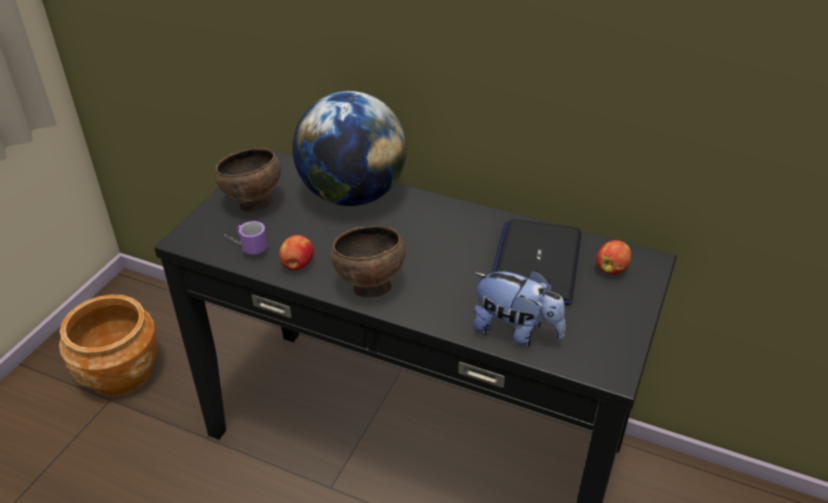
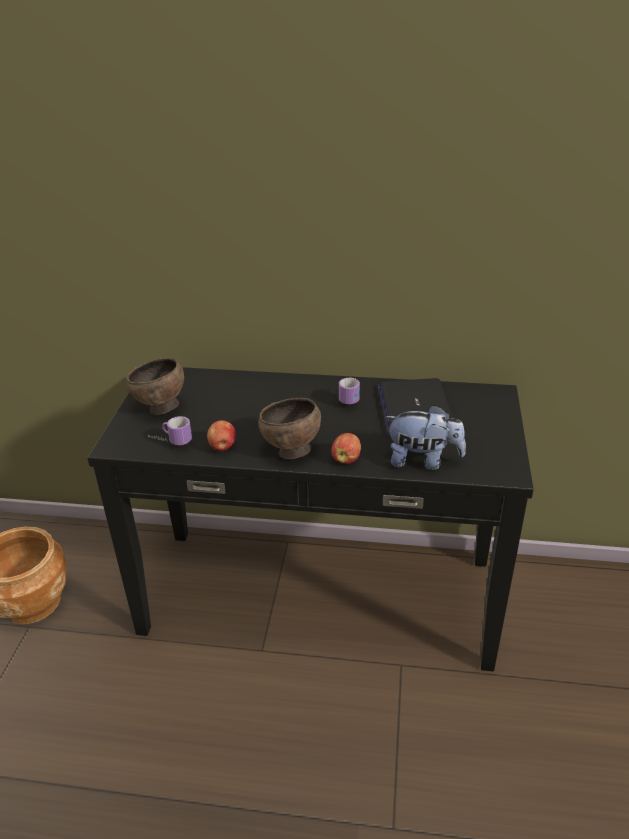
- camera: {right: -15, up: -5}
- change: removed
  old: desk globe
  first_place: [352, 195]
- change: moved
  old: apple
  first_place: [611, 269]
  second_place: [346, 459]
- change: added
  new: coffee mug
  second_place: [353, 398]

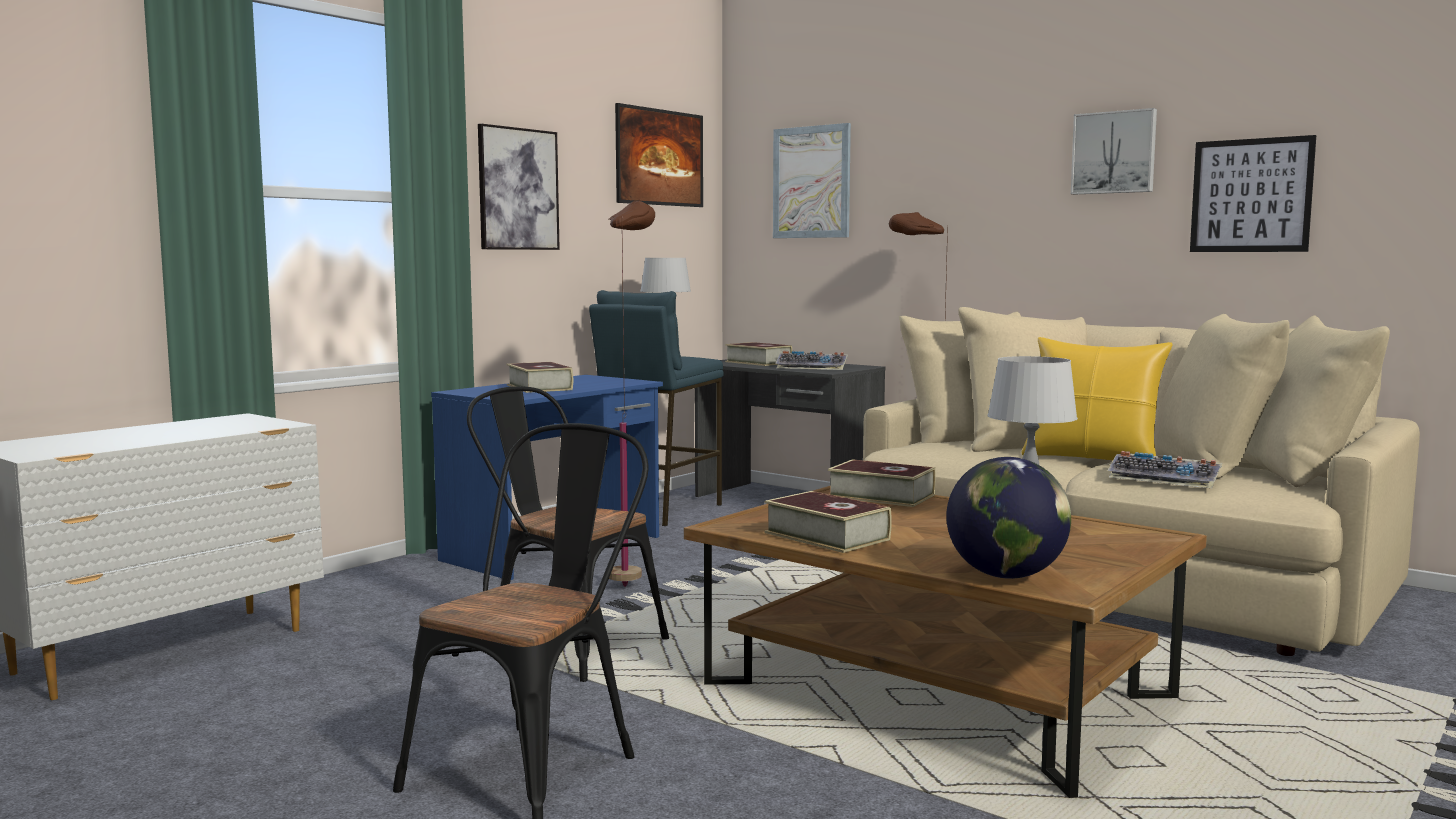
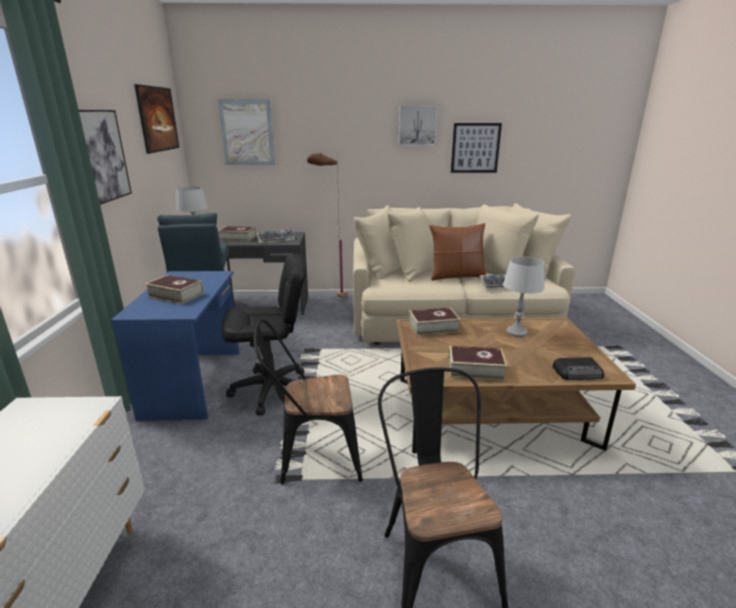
- camera: {right: -40, up: 15}
- change: replaced
  old: standard lamp in brown-coloured
  new: desk chair in black
  first_place: [633, 578]
  second_place: [271, 390]
- change: recoloured
  old: pillow in yellow-coloured
  new: pillow in brown-coloured
  first_place: [1092, 459]
  second_place: [456, 276]
- change: replaced
  old: desk globe
  new: radio
  first_place: [1007, 576]
  second_place: [578, 373]

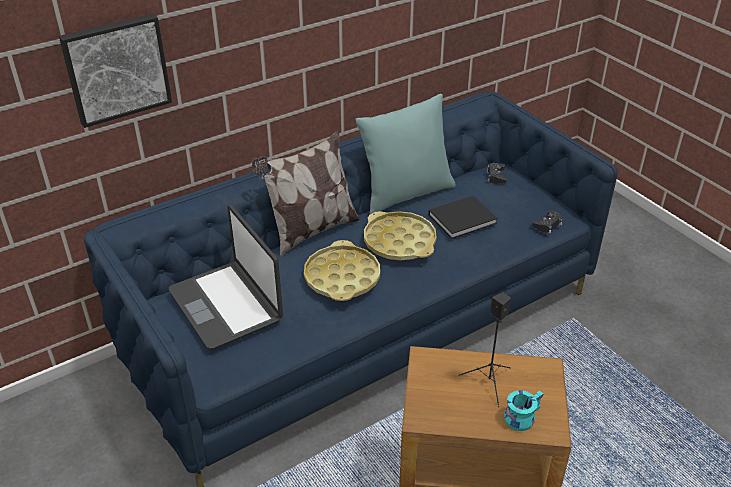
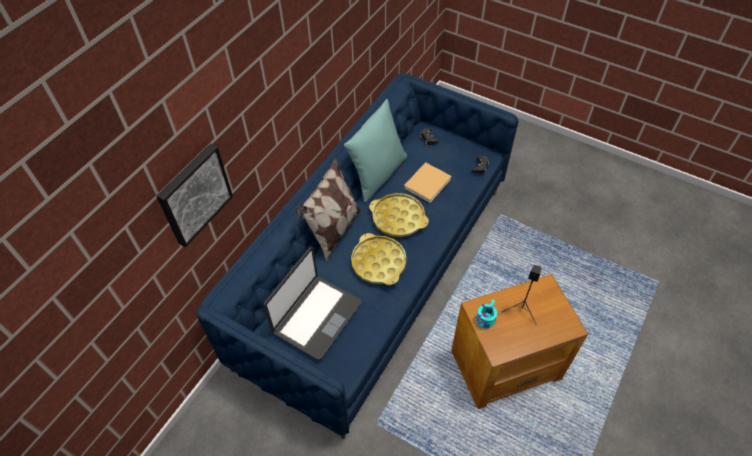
- camera: {right: -25, up: 15}
- change: recoloured
  old: bound book in black
  new: bound book in beige-coloured
  first_place: [464, 218]
  second_place: [428, 182]
- change: turned
  old: notebook computer
  first_place: [227, 305]
  second_place: [316, 317]
  degrees: -90
- change: moved
  old: coffee mug in turquoise-coloured
  first_place: [520, 416]
  second_place: [485, 317]

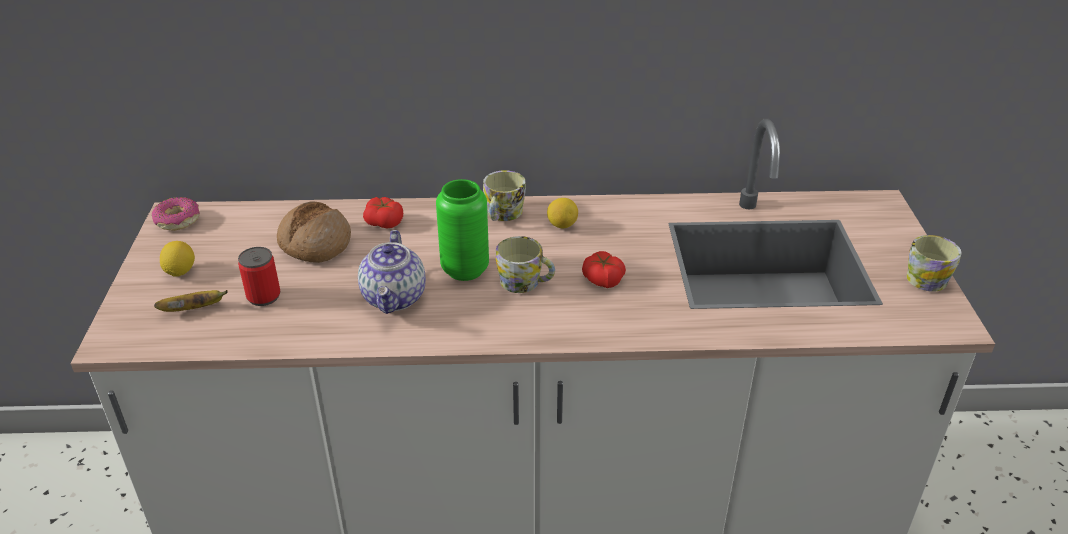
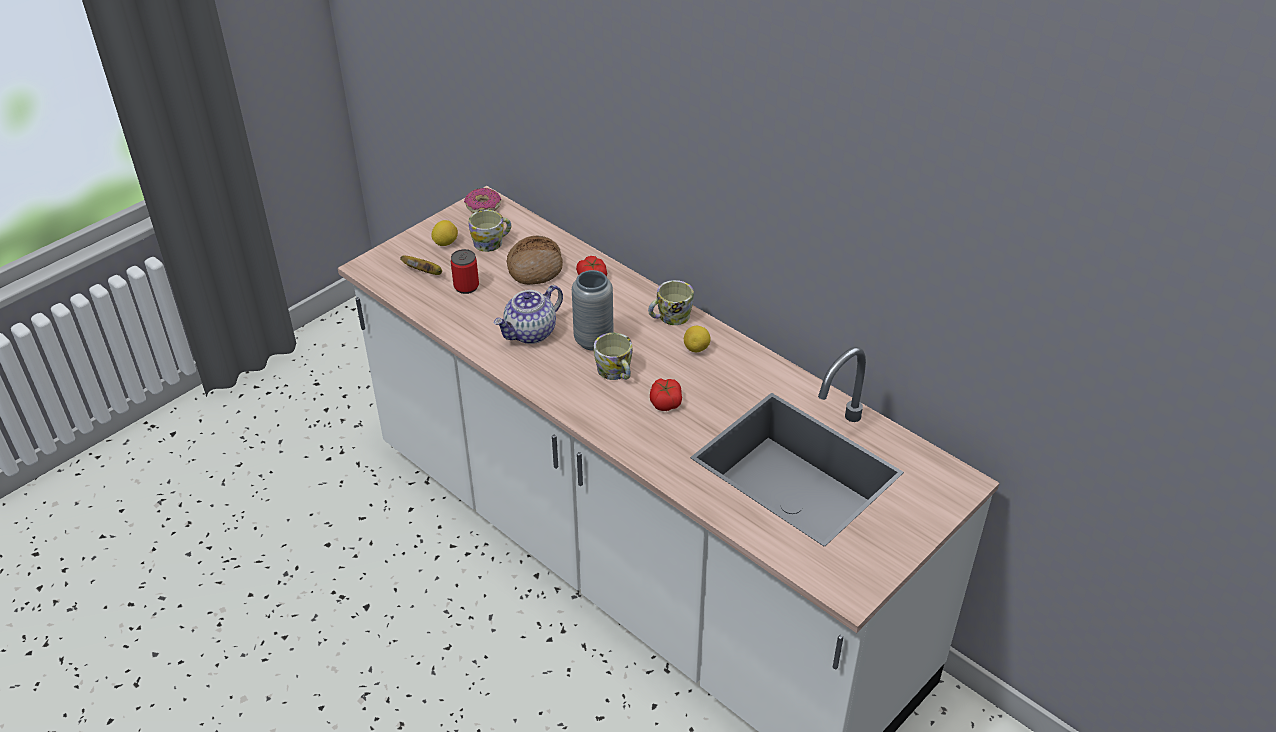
- camera: {right: 45, up: 5}
- change: recoloured
  old: flower vase in green
  new: flower vase in grey
  first_place: [465, 270]
  second_place: [593, 341]
- change: moved
  old: coffee mug
  first_place: [926, 276]
  second_place: [492, 242]

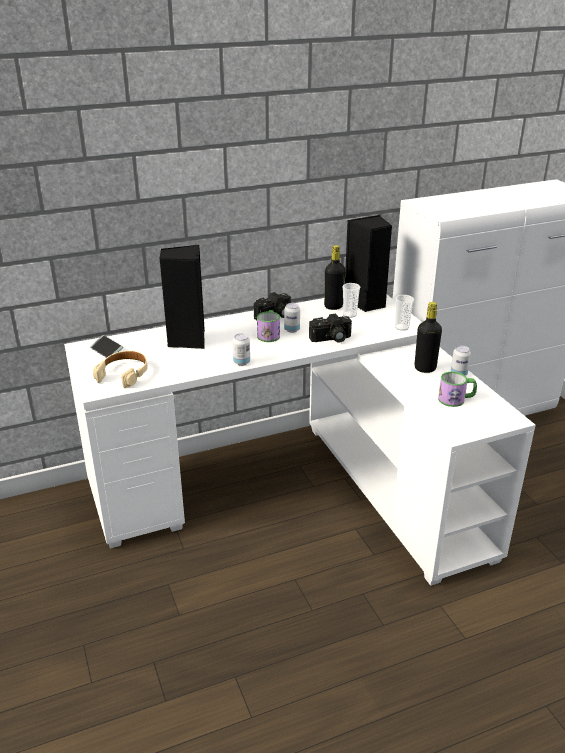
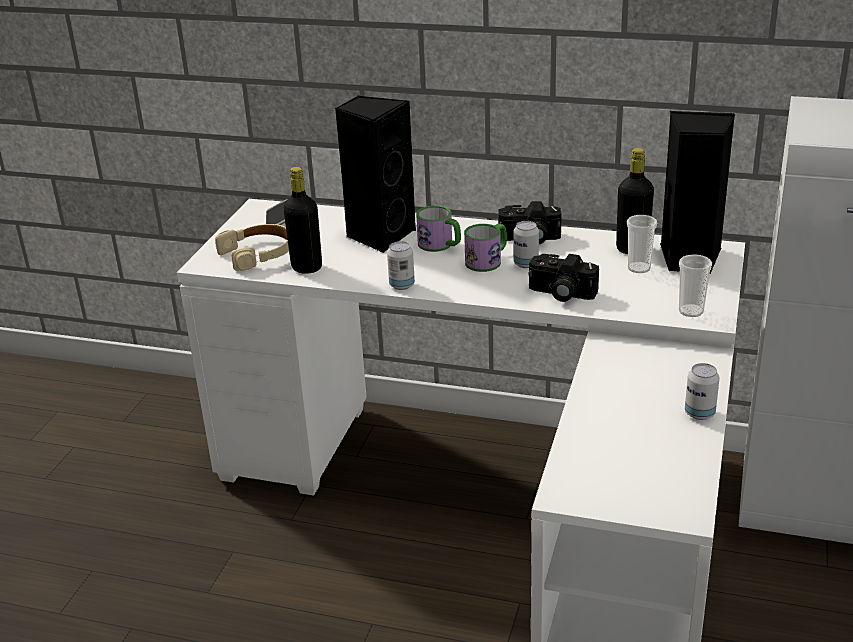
- camera: {right: 40, up: 0}
- change: moved
  old: beverage bottle in black
  first_place: [425, 368]
  second_place: [307, 267]
- change: moved
  old: coffee mug
  first_place: [456, 399]
  second_place: [440, 245]

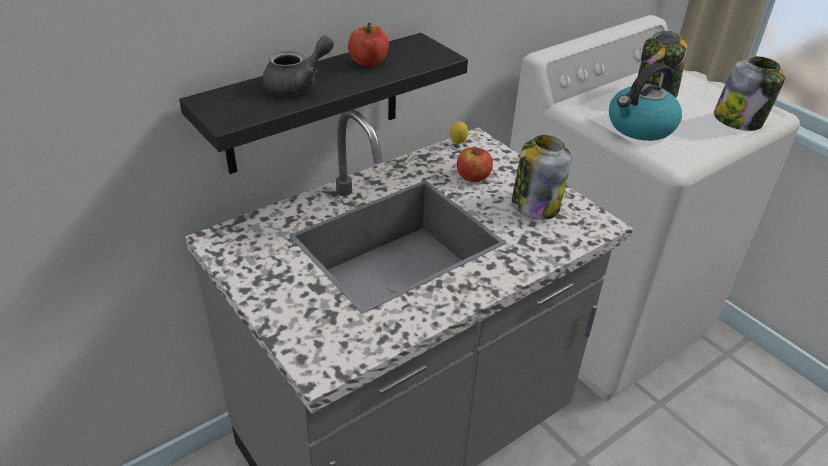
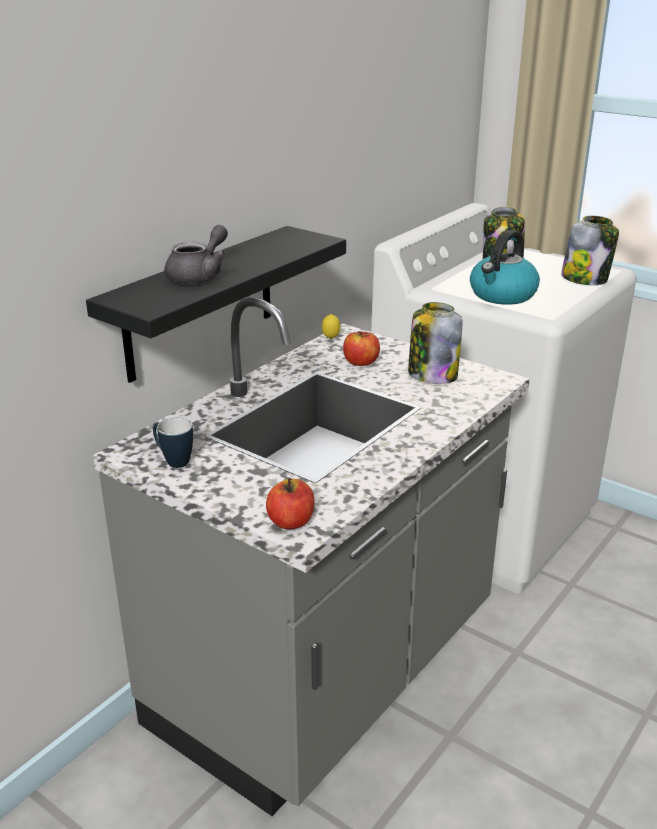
- camera: {right: -15, up: -10}
- change: moved
  old: apple
  first_place: [368, 62]
  second_place: [291, 521]
- change: added
  new: coffee mug
  second_place: [173, 461]

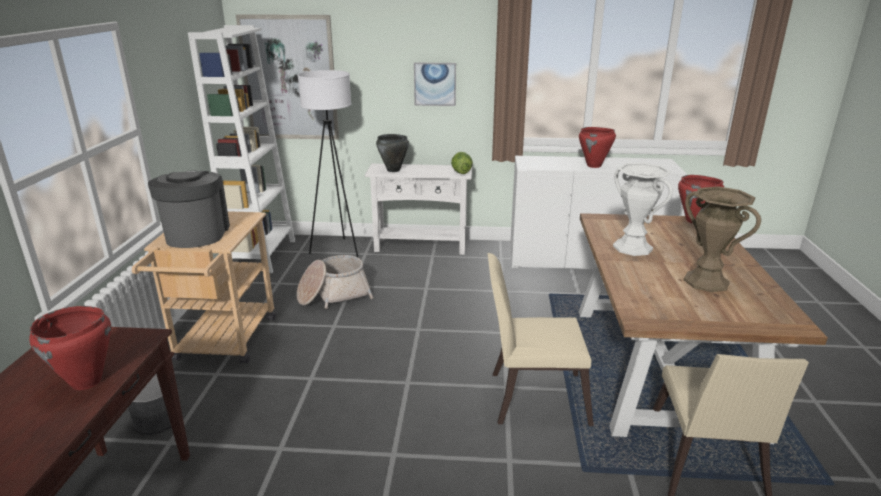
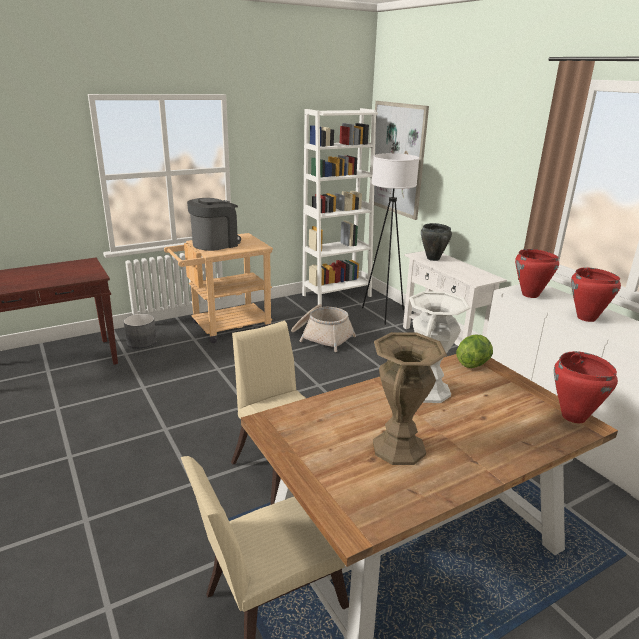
- camera: {right: 55, up: 0}
- change: removed
  old: wall art
  first_place: [435, 84]
- change: moved
  old: lettuce head
  first_place: [461, 172]
  second_place: [473, 364]
- change: moved
  old: saucepot in red-coloured
  first_place: [86, 382]
  second_place: [530, 295]

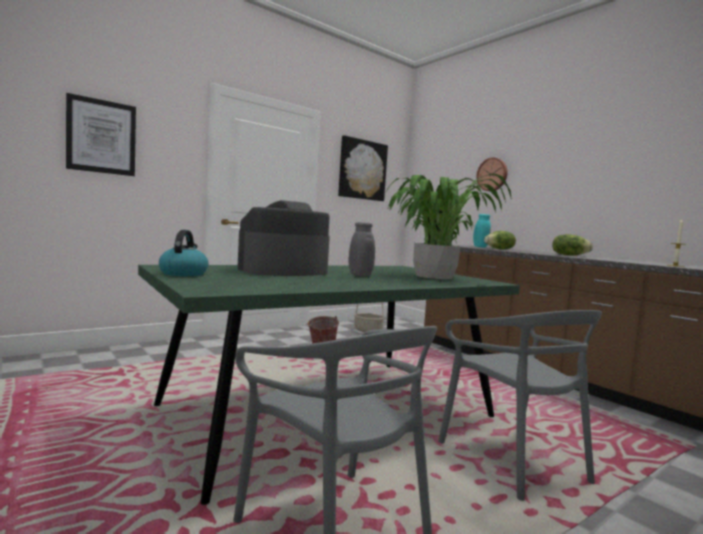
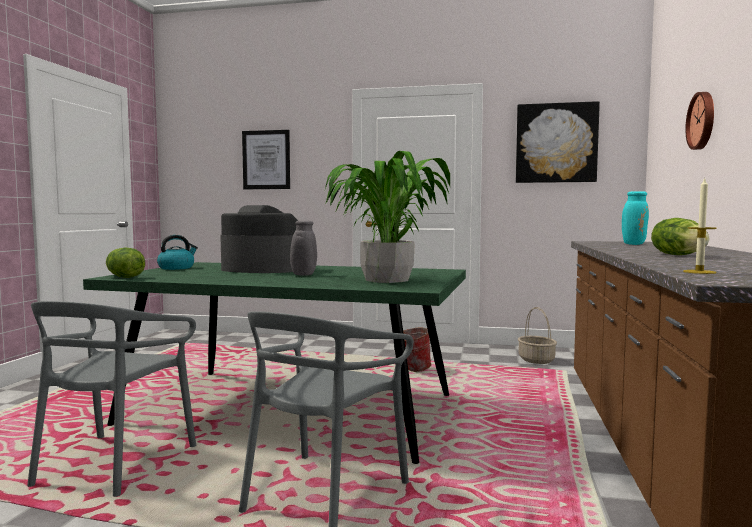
- camera: {right: 50, up: 0}
- change: moved
  old: lettuce head
  first_place: [499, 249]
  second_place: [124, 277]

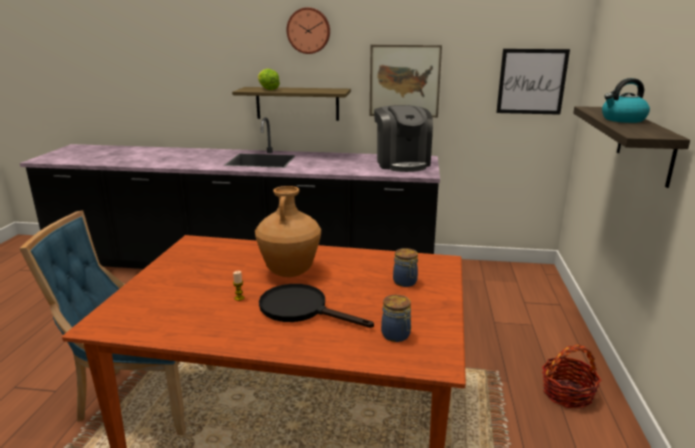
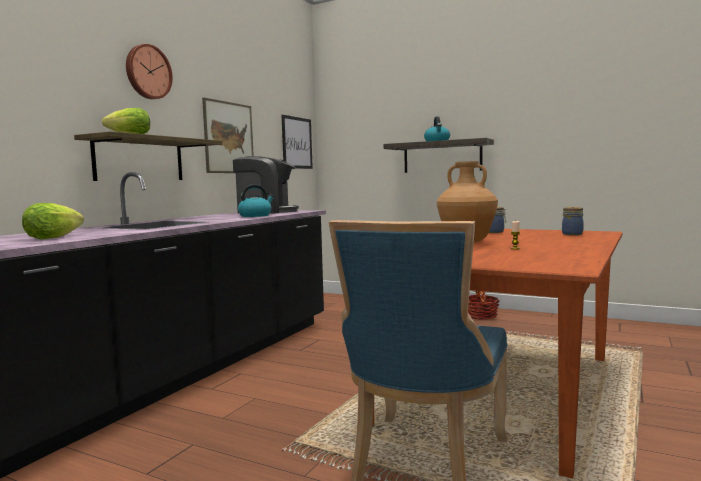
- camera: {right: -70, up: -15}
- change: removed
  old: frying pan in black
  first_place: [301, 309]
- change: added
  new: kettle
  second_place: [255, 216]
- change: added
  new: lettuce head
  second_place: [52, 238]

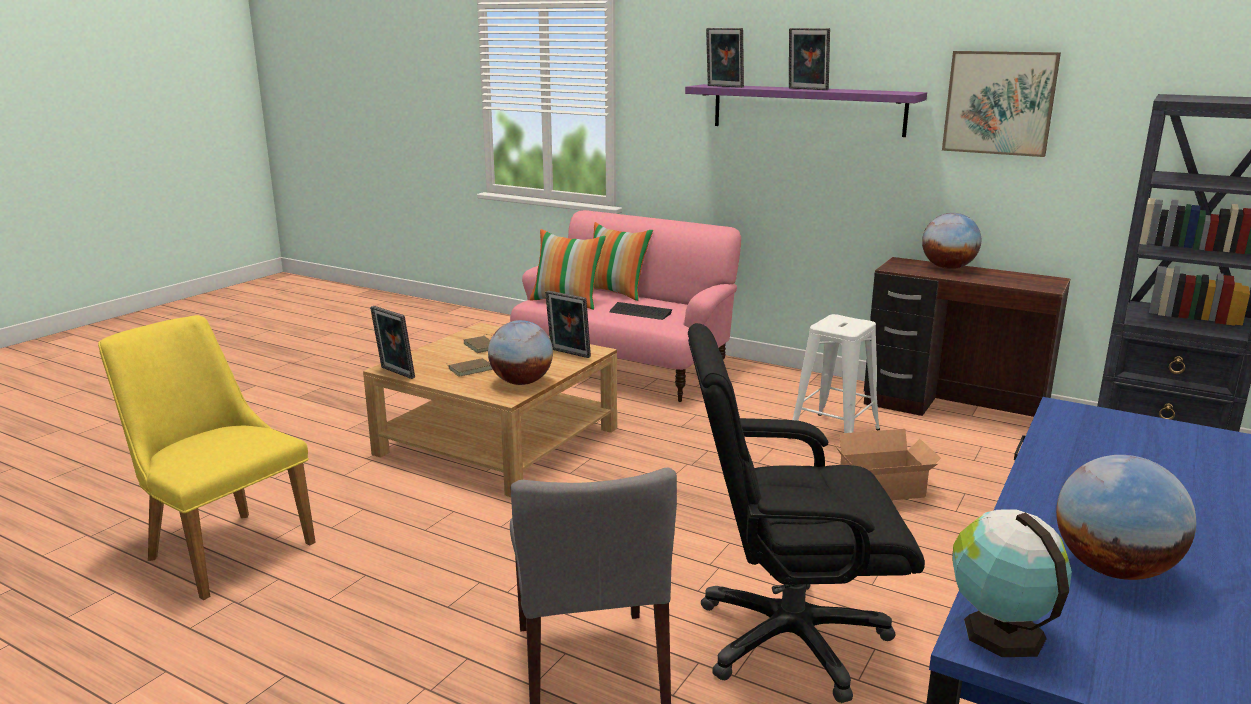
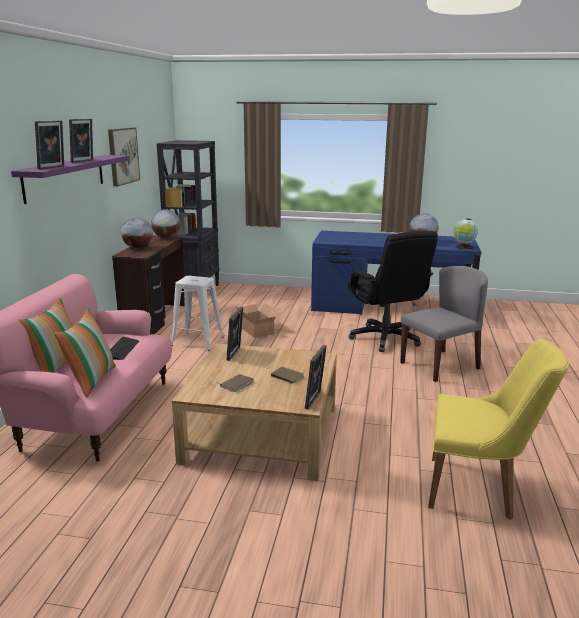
- camera: {right: -110, up: 0}
- change: turned
  old: upright chair in yellow-coloured
  first_place: [221, 547]
  second_place: [480, 490]
  degrees: -90
- change: moved
  old: desk globe
  first_place: [521, 382]
  second_place: [166, 238]

